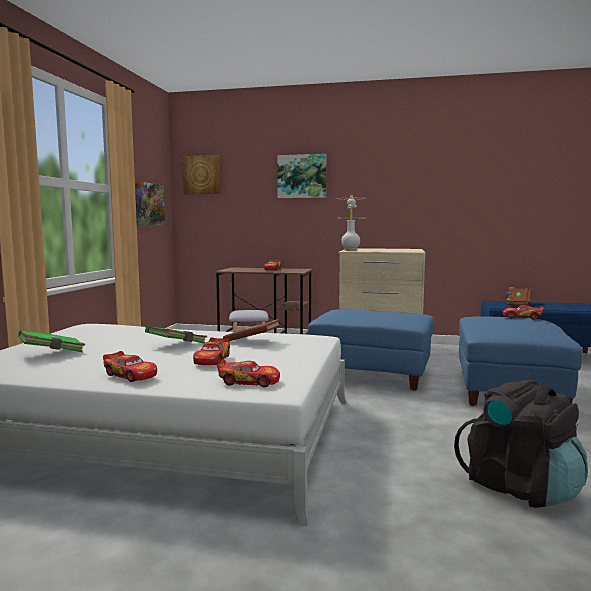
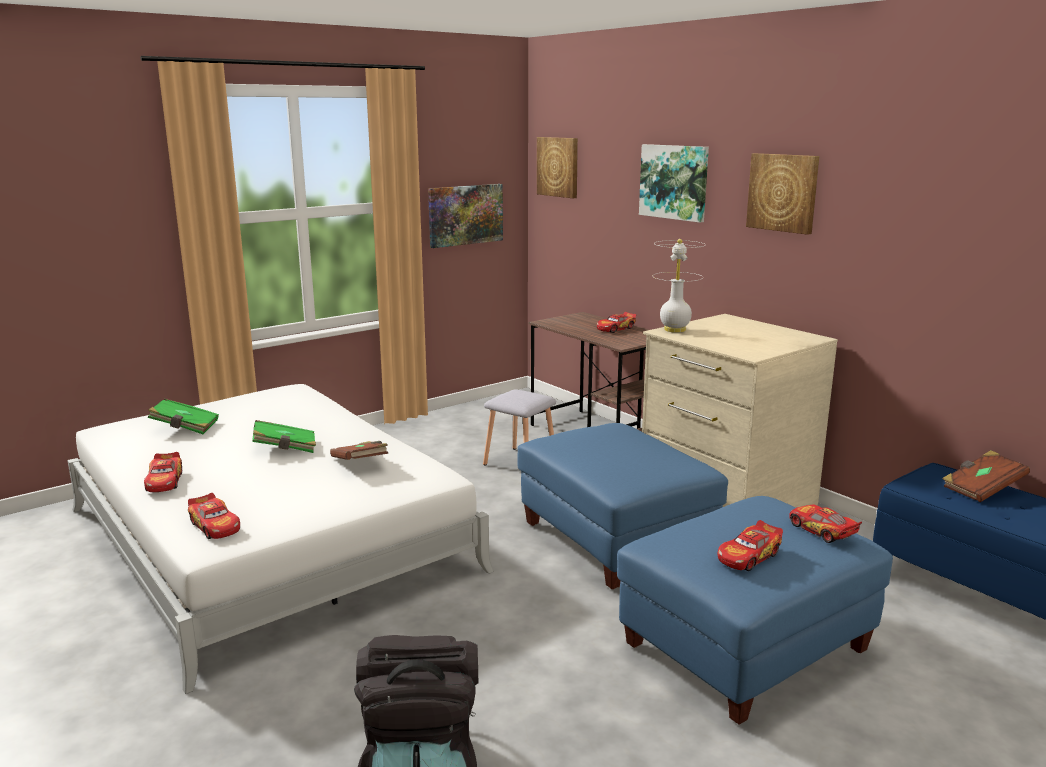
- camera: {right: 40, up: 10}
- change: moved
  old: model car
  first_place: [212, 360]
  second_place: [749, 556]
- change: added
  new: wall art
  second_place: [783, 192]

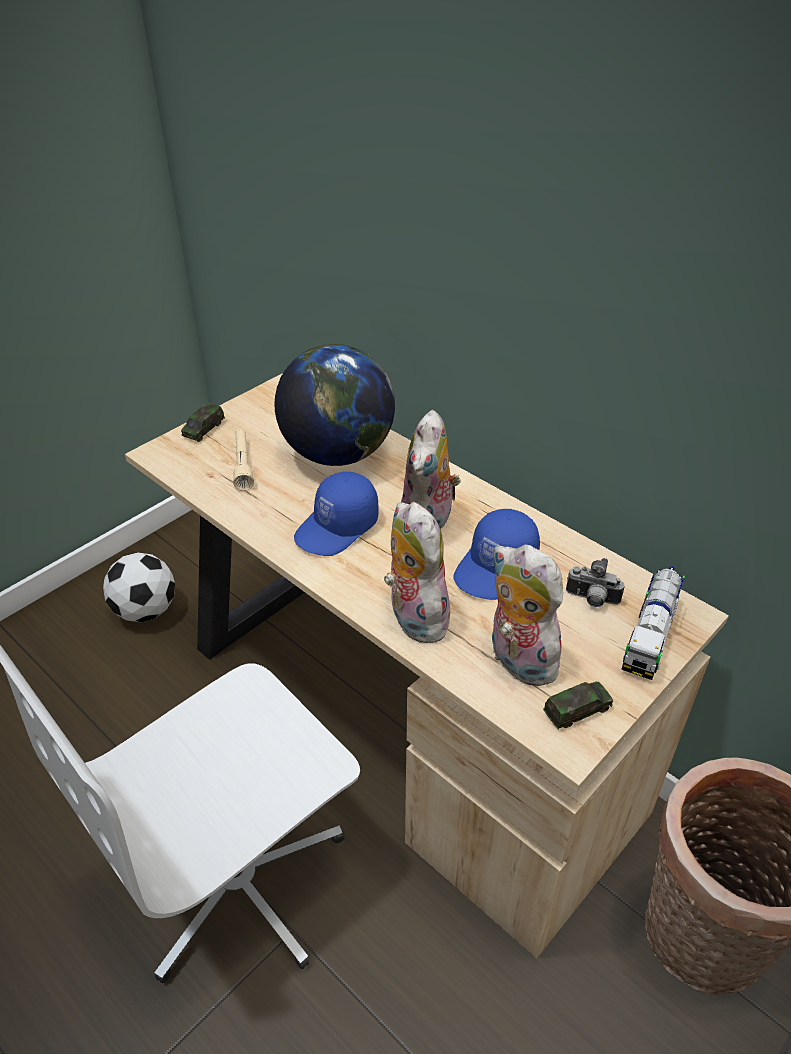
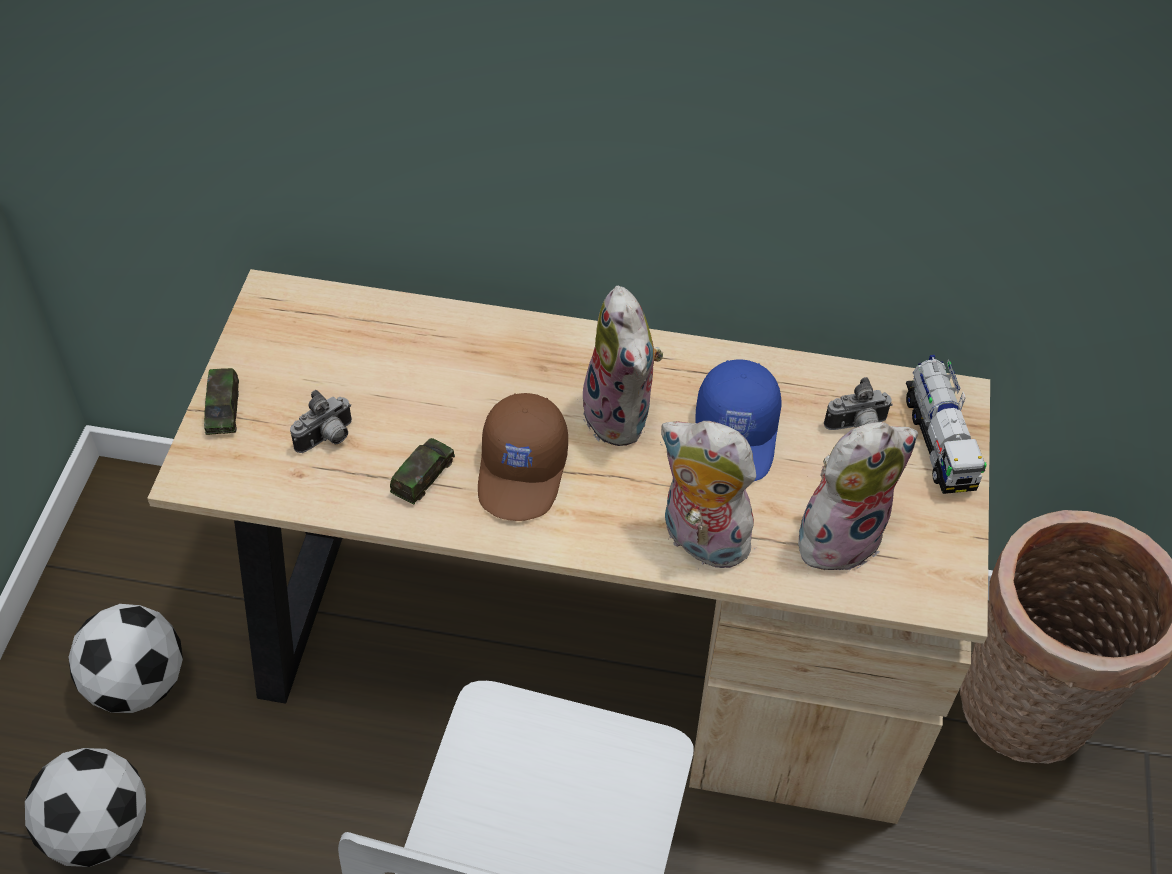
- camera: {right: -35, up: 10}
- change: removed
  old: desk globe
  first_place: [338, 454]
- change: replaced
  old: torch in beige-coloured
  new: still camera
  first_place: [243, 465]
  second_place: [327, 439]
- change: recoloured
  old: cap in blue
  new: cap in brown-coloured
  first_place: [337, 528]
  second_place: [523, 471]
- change: turned
  old: soft toy
  first_place: [517, 660]
  second_place: [839, 535]
  degrees: 135
- change: moved
  old: model car
  first_place: [577, 710]
  second_place: [423, 476]
- change: added
  new: football
  second_place: [99, 830]

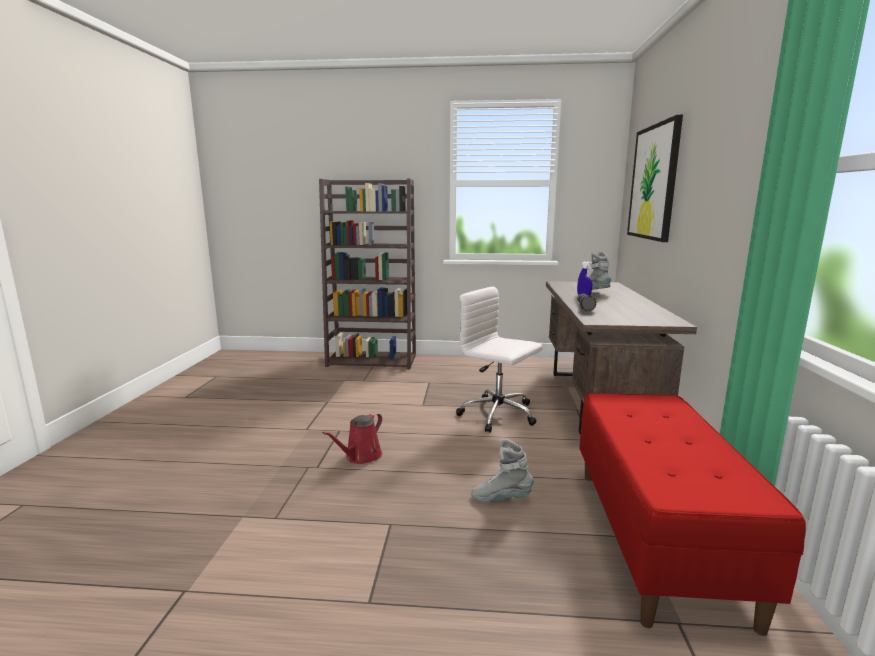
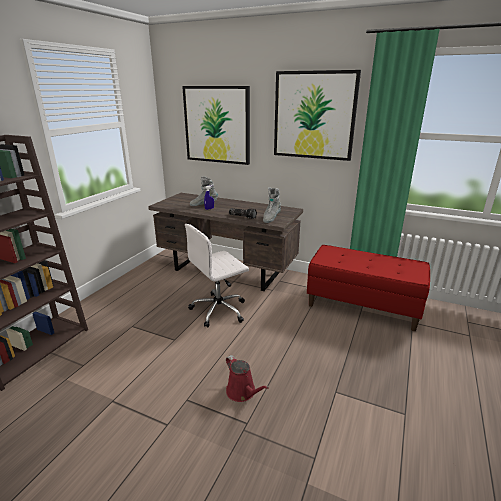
- camera: {right: -70, up: 10}
- change: moved
  old: boot in grey
  first_place: [501, 498]
  second_place: [271, 218]
- change: added
  new: wall art
  second_place: [314, 115]

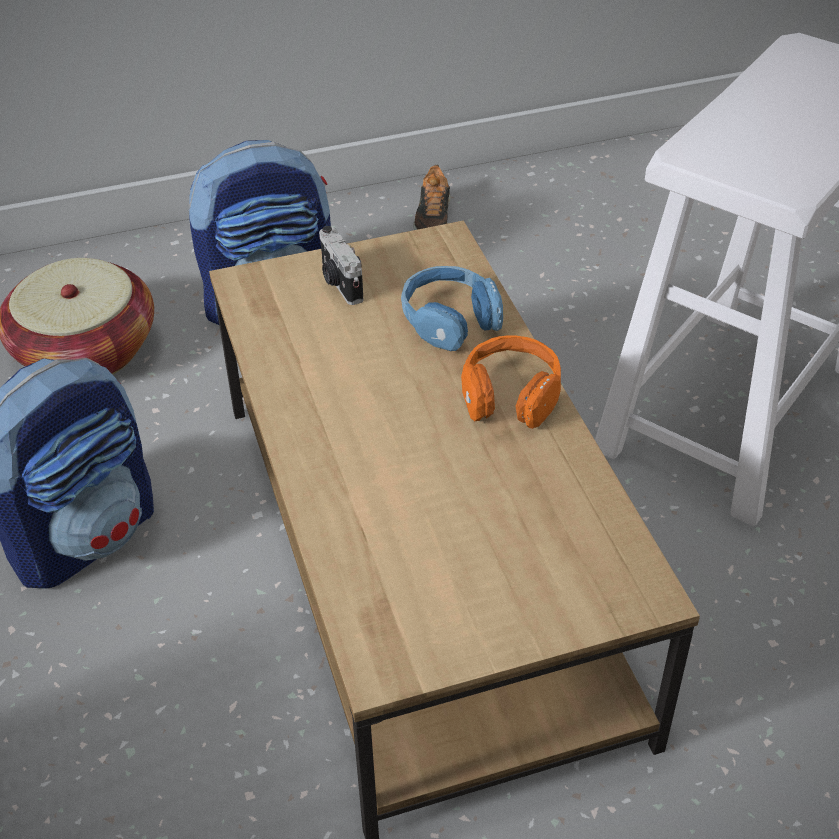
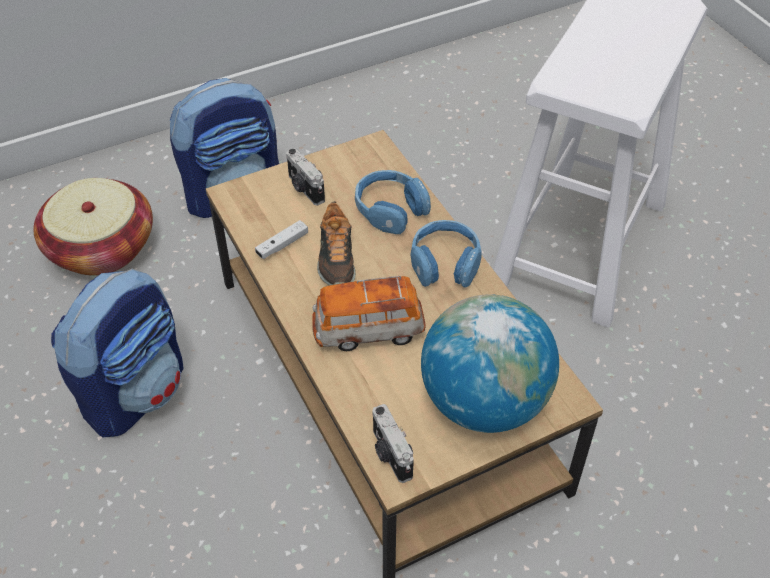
- camera: {right: -10, up: 5}
- change: moved
  old: item of footwear
  first_place: [433, 218]
  second_place: [336, 258]
- change: recoloured
  old: pair of headphones in orangey
  new: pair of headphones in blue
  first_place: [510, 395]
  second_place: [445, 263]
- change: added
  new: game controller in white-coloured
  second_place: [282, 245]
- change: added
  new: model car
  second_place: [368, 330]
- change: added
  new: desk globe
  second_place: [483, 402]
- change: added
  new: still camera
  second_place: [390, 454]

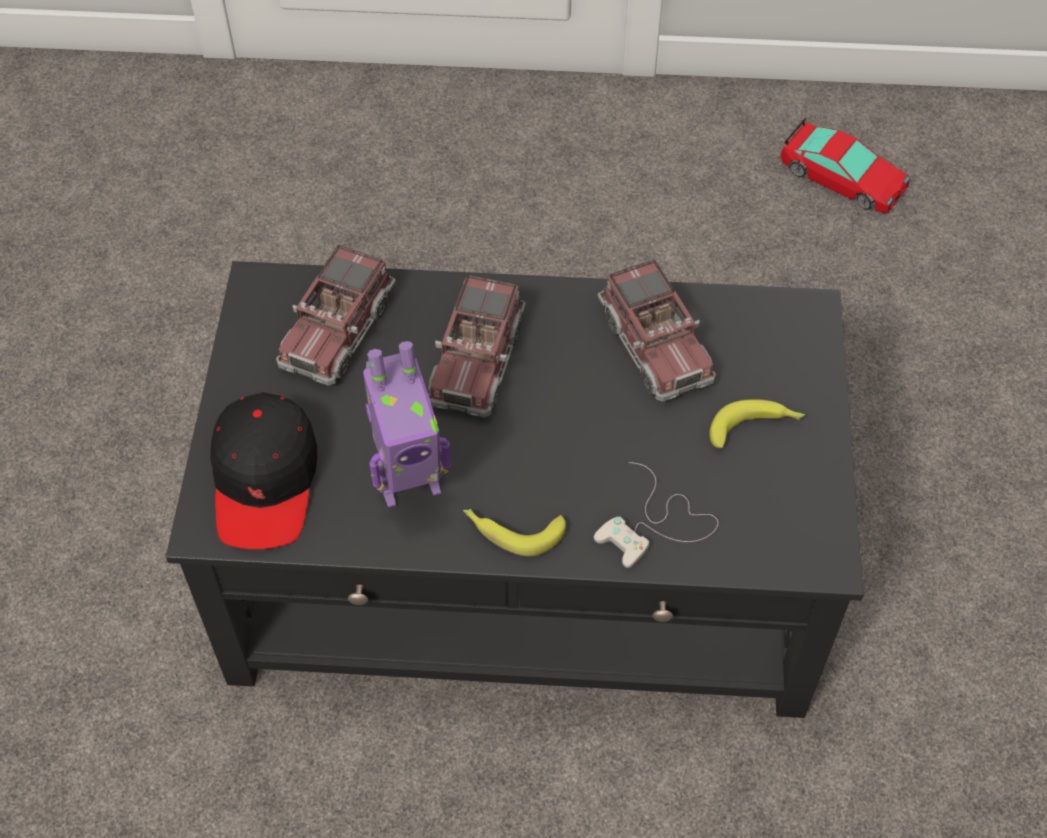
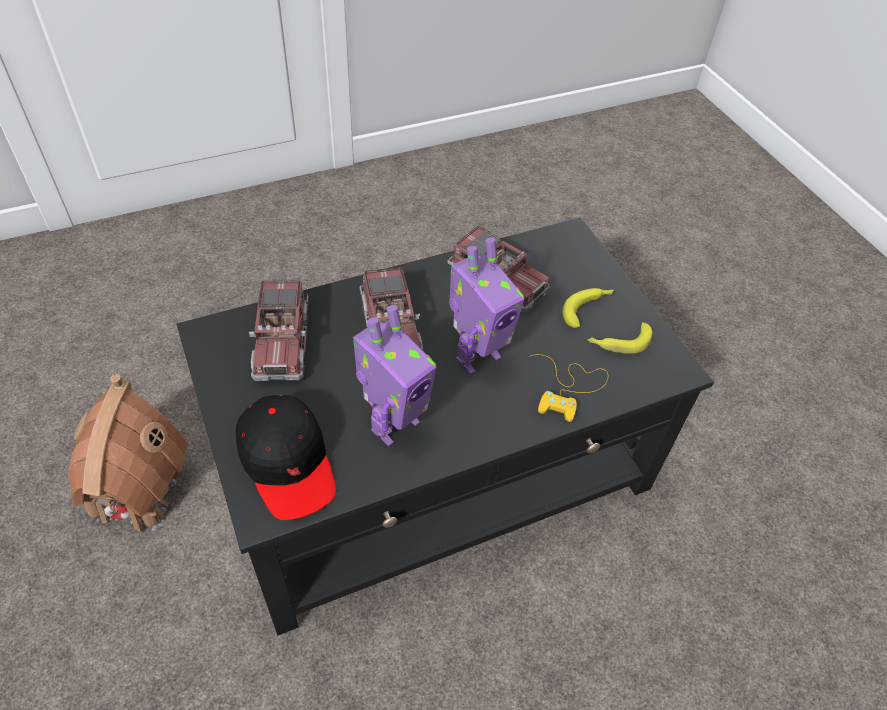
- camera: {right: -30, up: -5}
- change: removed
  old: model car
  first_place: [841, 178]
- change: recoloured
  old: game controller in white-coloured
  new: game controller in yellow-coloured
  first_place: [656, 524]
  second_place: [569, 388]
- change: moved
  old: banana fruit
  first_place: [512, 530]
  second_place: [618, 342]
- change: added
  new: robot figure
  second_place: [476, 356]
- change: added
  new: toy house
  second_place: [136, 489]

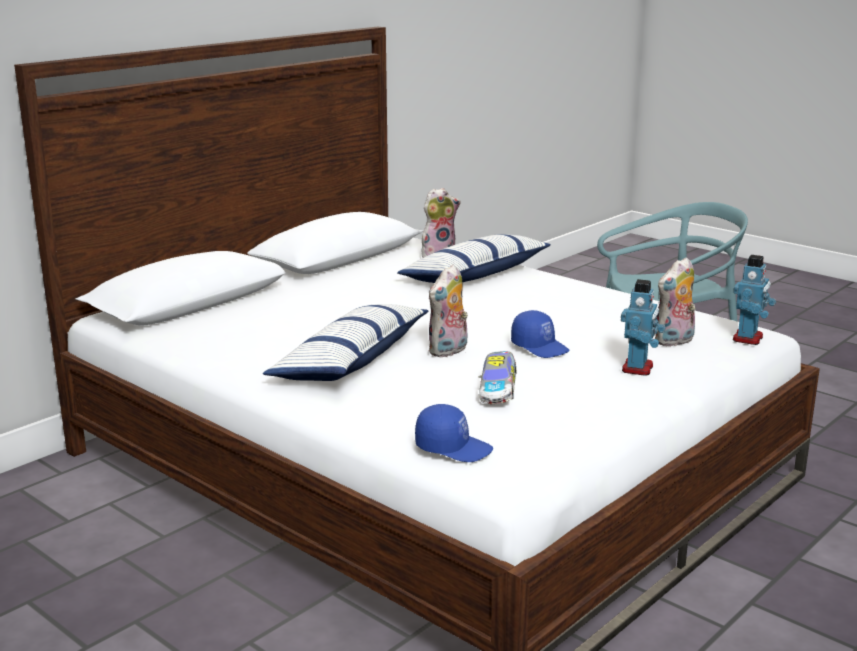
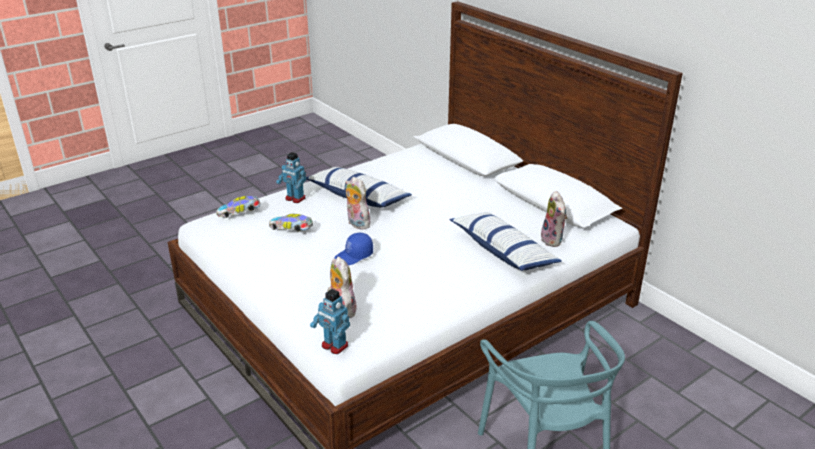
- camera: {right: 100, up: 10}
- change: moved
  old: robot figure
  first_place: [638, 368]
  second_place: [295, 198]
- change: replaced
  old: cap in blue
  new: model car
  first_place: [453, 447]
  second_place: [240, 213]

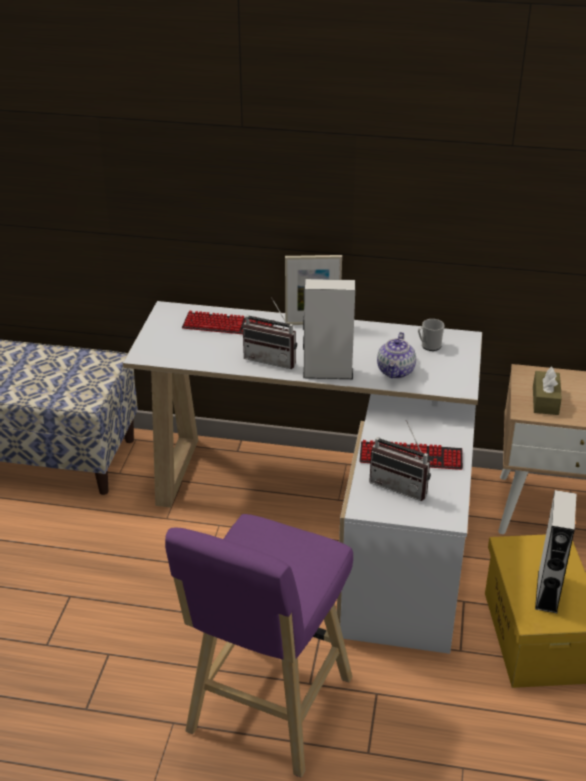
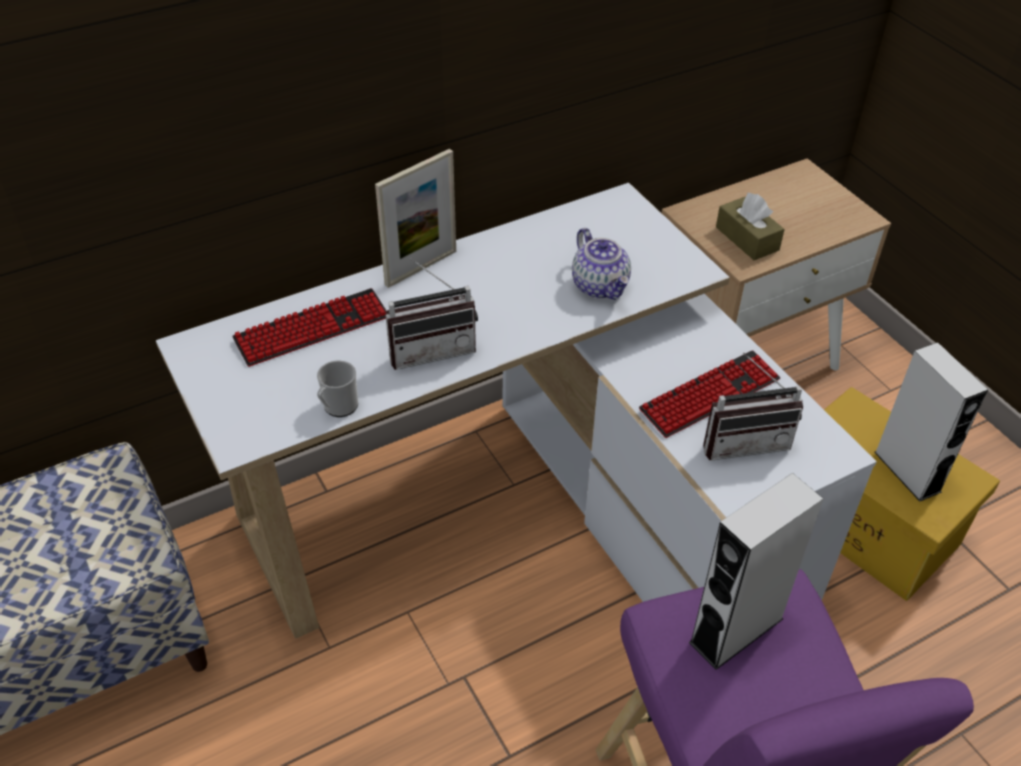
- camera: {right: -40, up: 10}
- change: moved
  old: loudspeaker in grey
  first_place: [327, 373]
  second_place: [736, 630]
- change: moved
  old: coffee mug
  first_place: [429, 346]
  second_place: [338, 407]

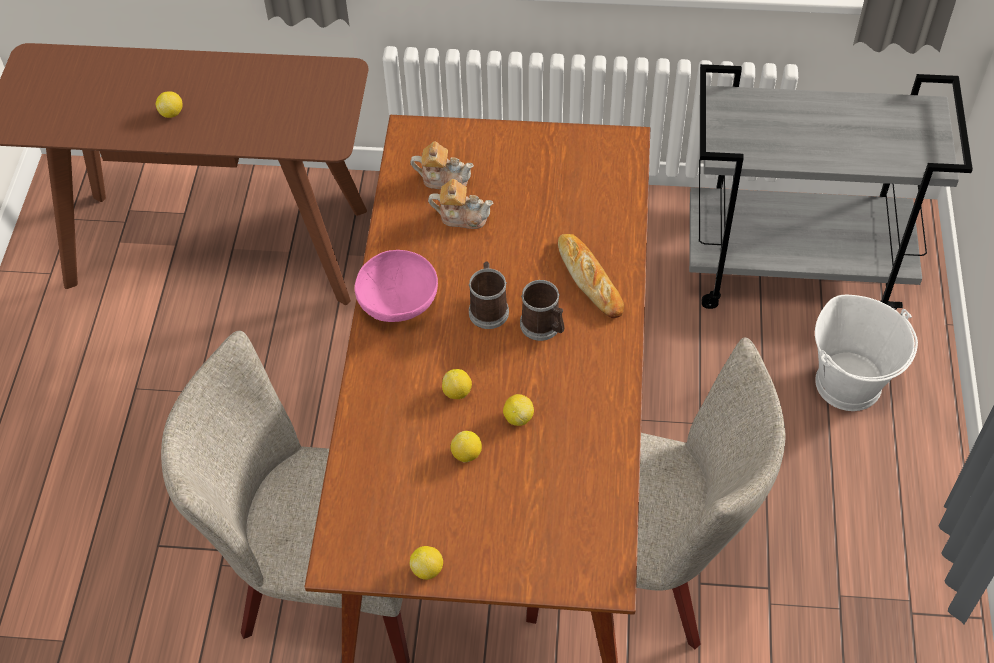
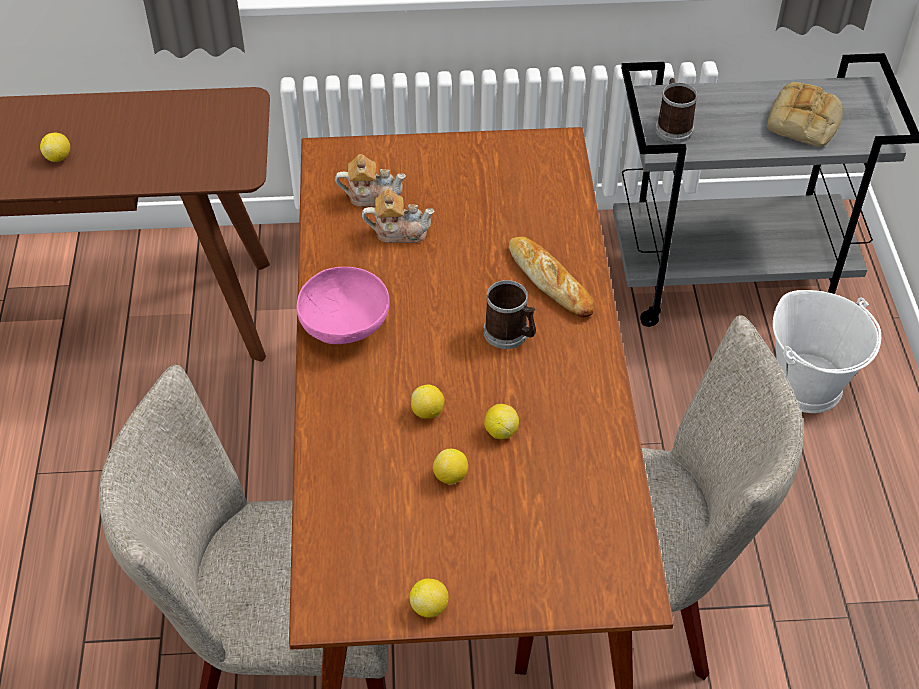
- camera: {right: -10, up: -5}
- change: moved
  old: coffee mug
  first_place: [488, 308]
  second_place: [672, 127]
- change: added
  new: bakery bread
  second_place: [804, 122]

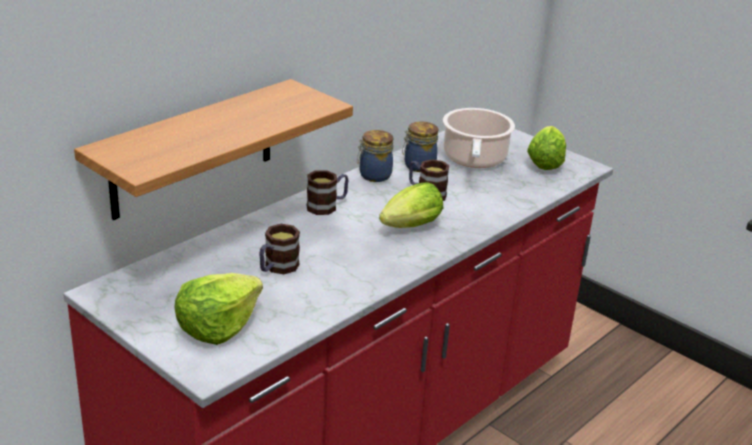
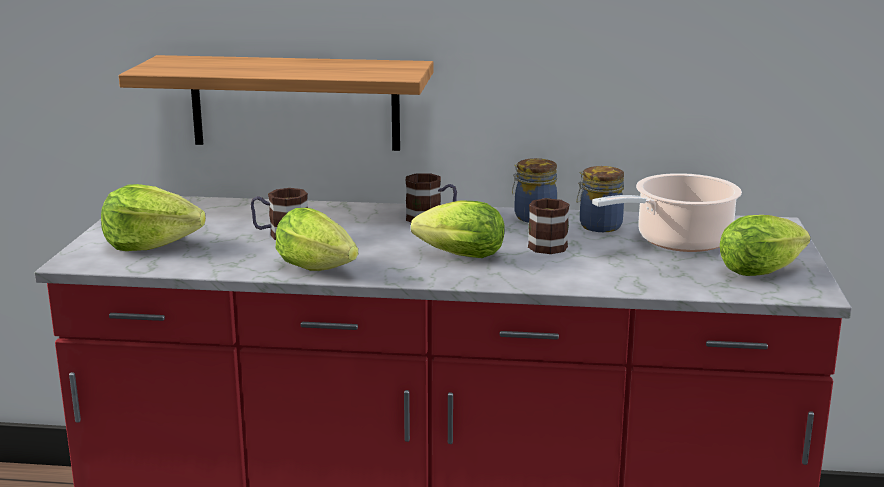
- camera: {right: 55, up: -10}
- change: added
  new: lettuce head
  second_place: [320, 270]

